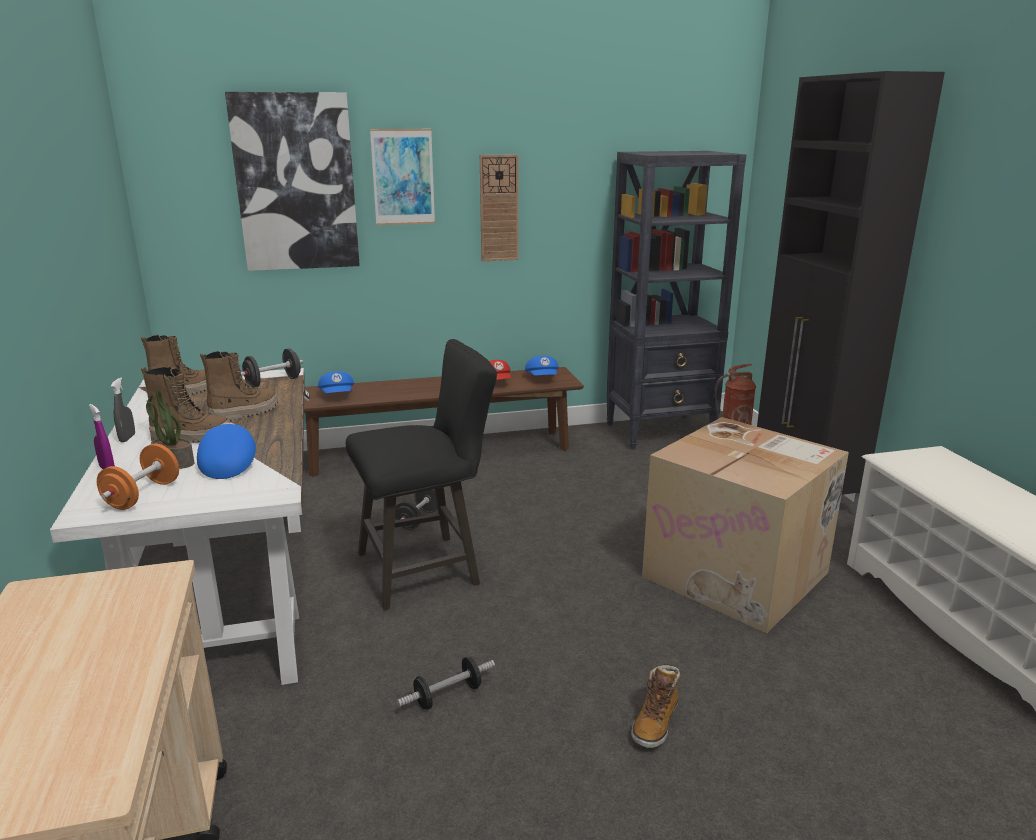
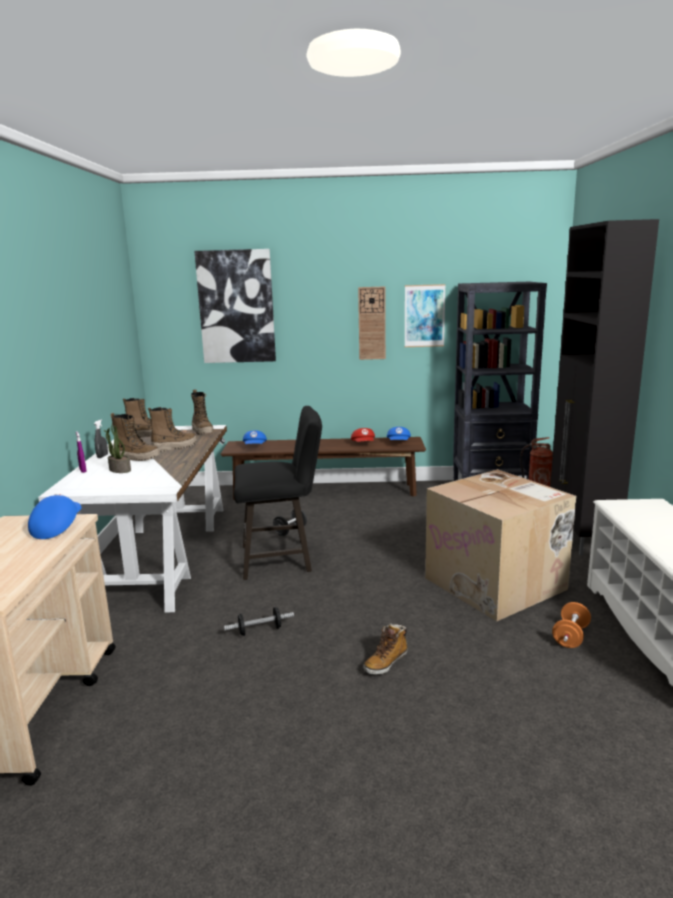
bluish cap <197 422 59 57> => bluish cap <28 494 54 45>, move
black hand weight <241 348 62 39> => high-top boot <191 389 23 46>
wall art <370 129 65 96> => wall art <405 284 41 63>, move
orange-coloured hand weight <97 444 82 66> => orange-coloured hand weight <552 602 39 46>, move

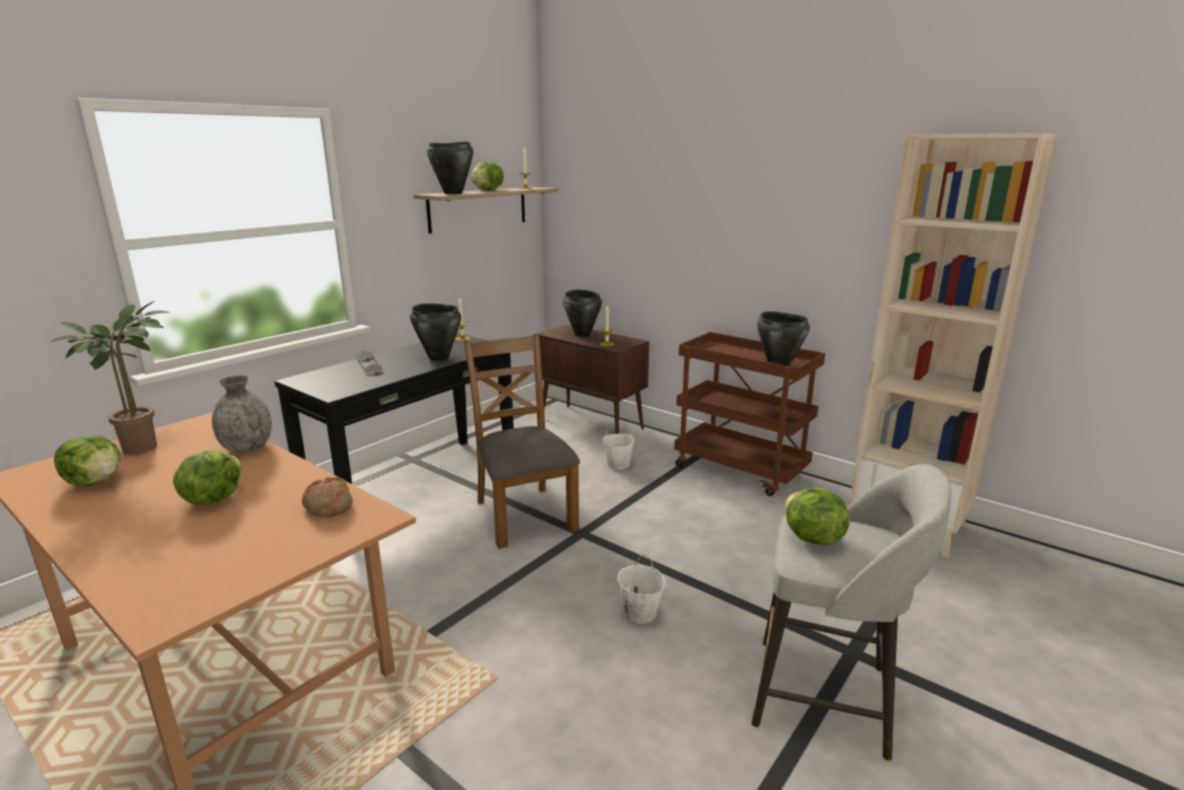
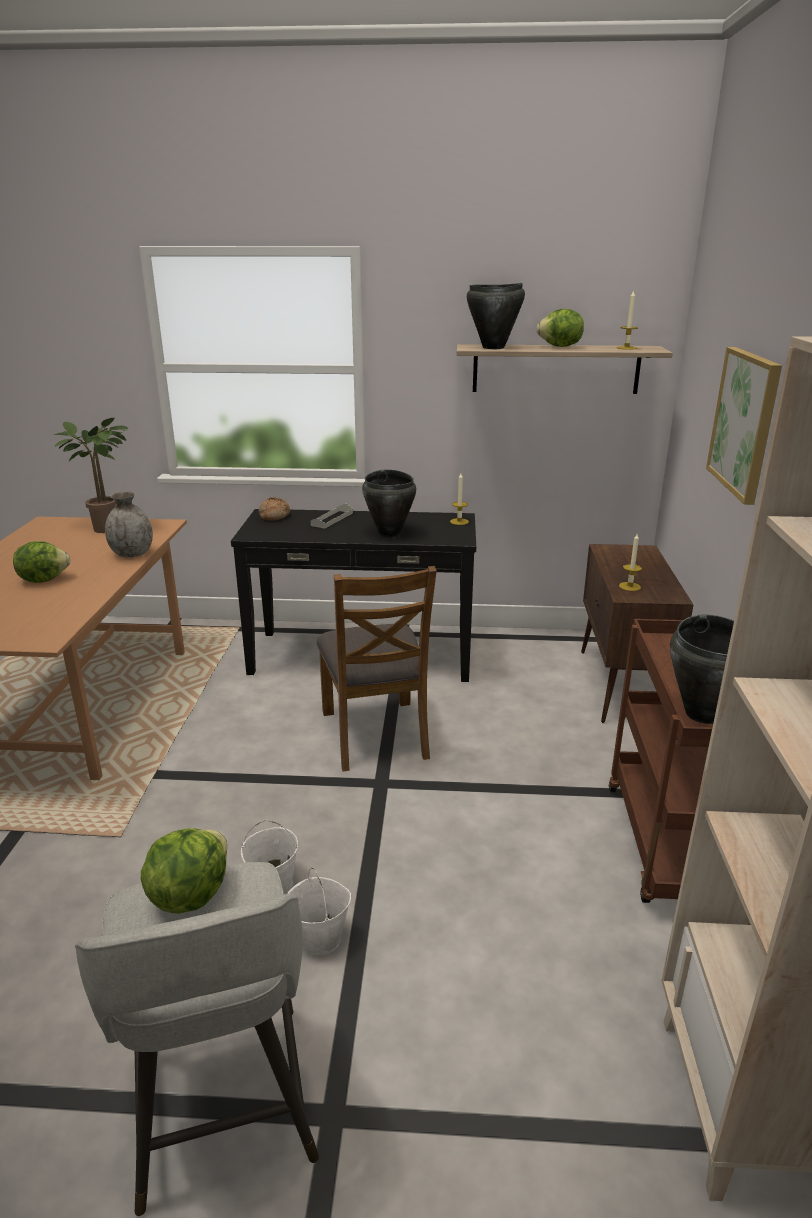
baked bread <302 477 51 40> => baked bread <259 497 31 24>, move
whitish bucket <603 422 32 48> => whitish bucket <287 868 64 87>, move
brownish plain chair <464 334 116 215> => brownish plain chair <316 566 121 206>, 135 degrees clockwise
nothing => wall art <706 347 76 158>
head of lettuce <54 435 67 51> => nothing
black stockpot <563 290 39 46> => nothing

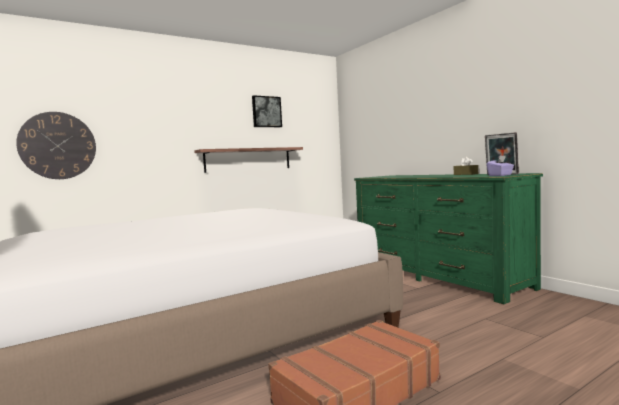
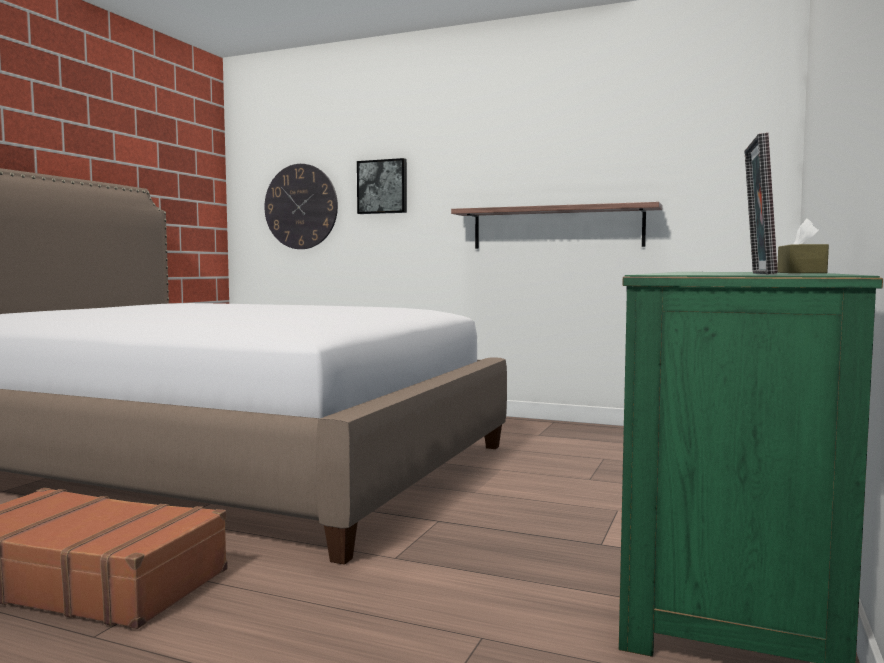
wall art <252 95 30 32> => wall art <357 158 50 56>, move
purple-coloured box of tissues <486 156 28 20> => nothing

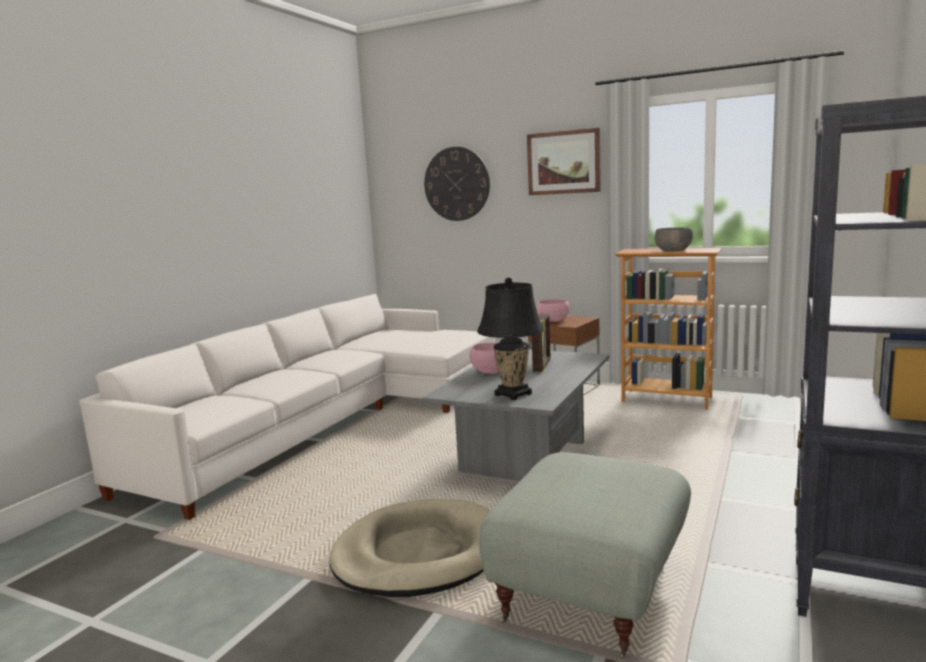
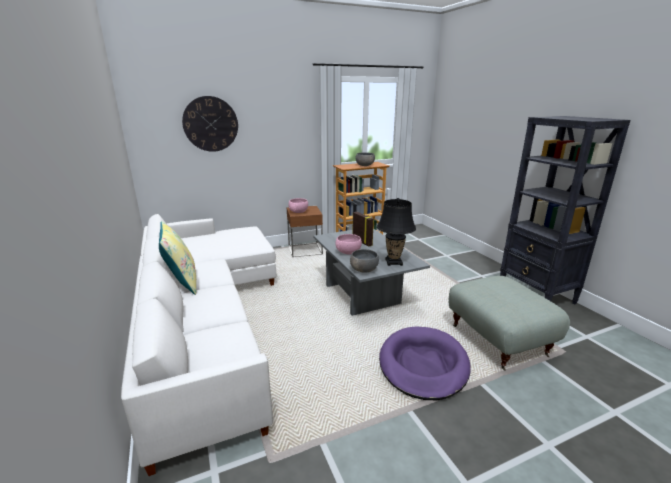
nothing => yellowish pillow <159 221 37 74>
nothing => gray bowl <350 249 29 23>
sand-coloured dog cushion <329 499 161 98> => purple-coloured dog cushion <379 326 92 74>
wall art <527 128 74 67> => nothing

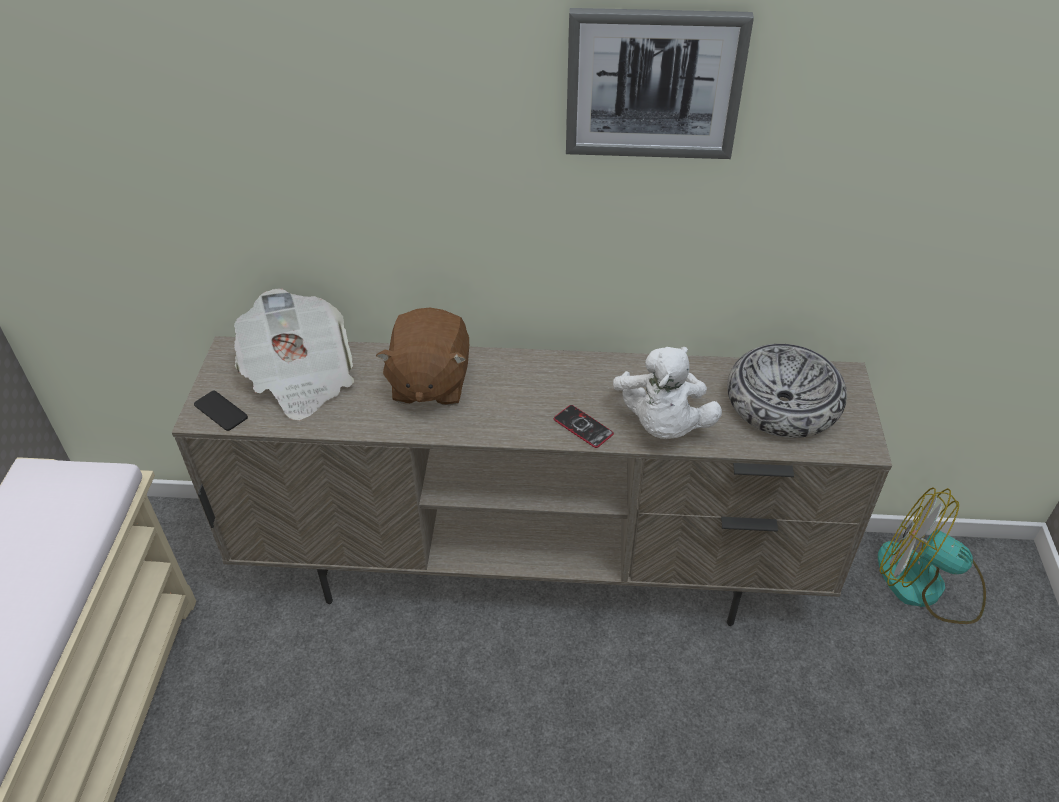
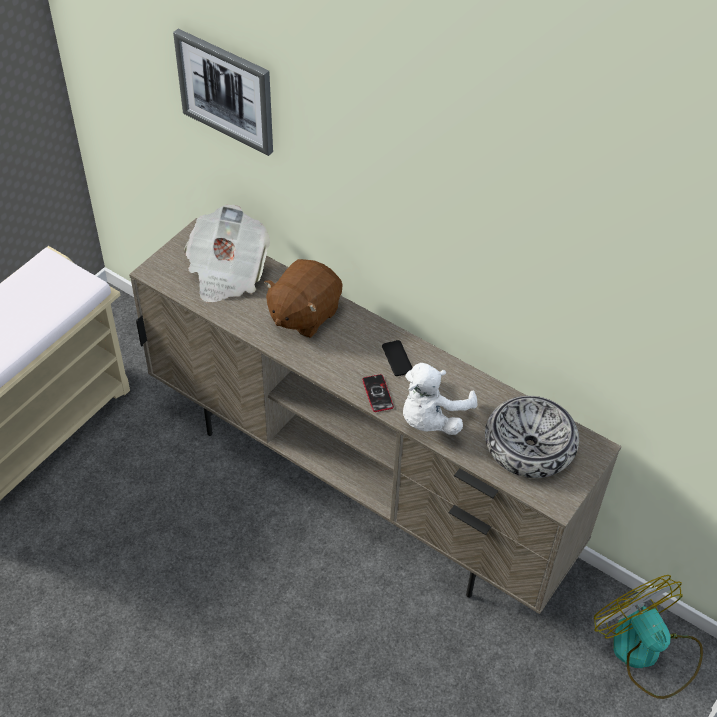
wall art <566 8 188 151> => wall art <173 29 100 127>, move
telephone <194 391 54 40> => telephone <382 340 30 36>, move

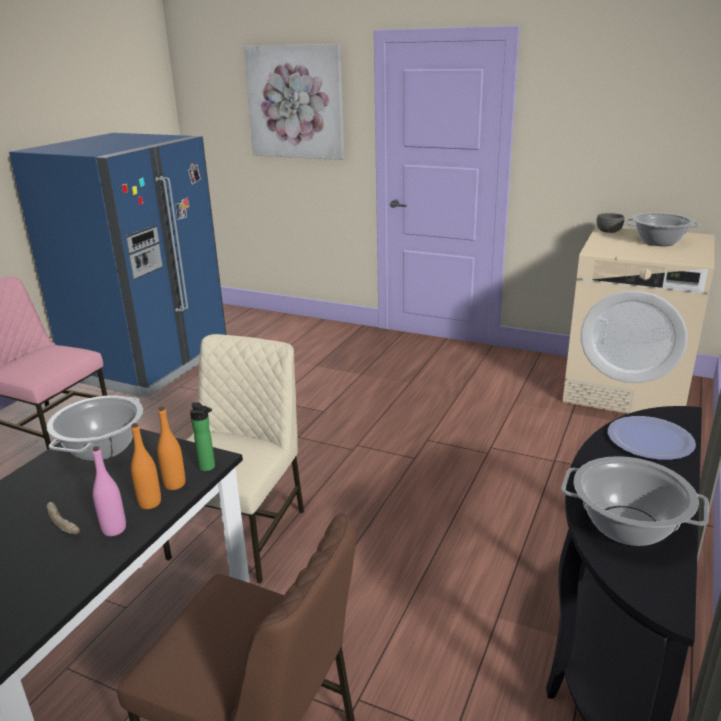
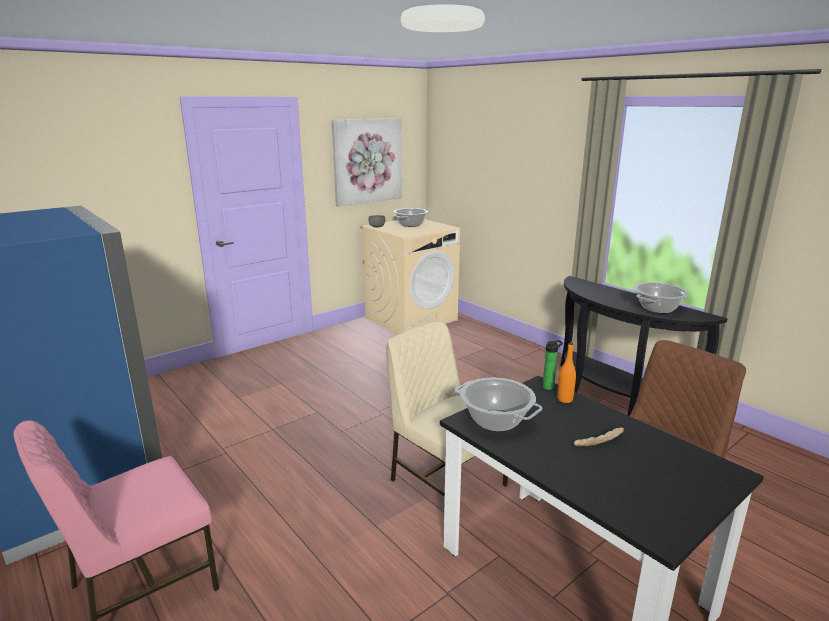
wall art <243 44 101 116> => wall art <332 118 70 89>, move
pink beverage bottle <92 446 34 90> => nothing
orange-coloured beverage bottle <131 423 30 86> => nothing
dinner plate <608 416 88 44> => nothing

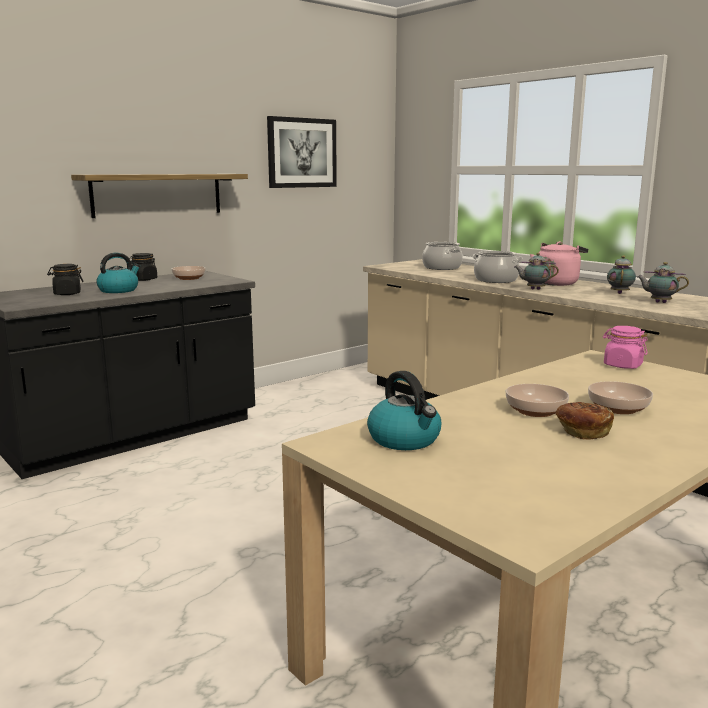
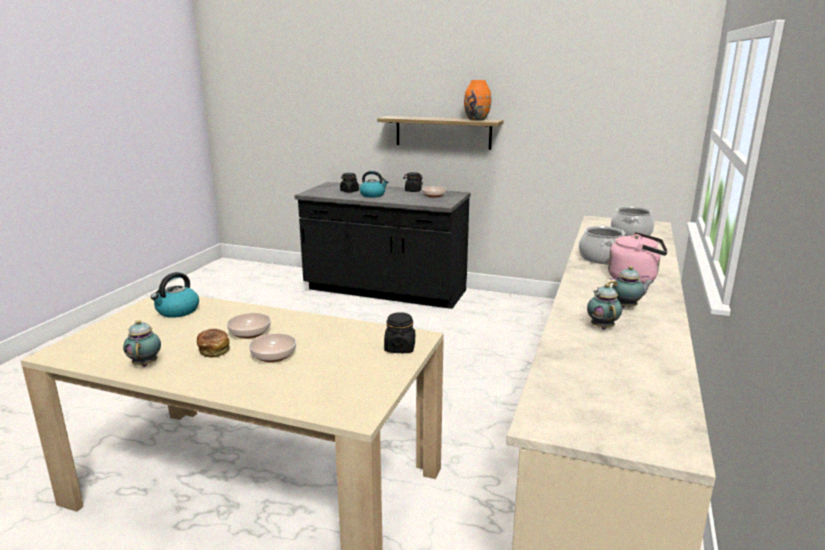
tea pot <514 253 45 37> => tea pot <123 320 38 47>, move
pink storage jar <603 326 45 43> => black storage jar <384 312 31 41>
nothing => orange-coloured vase <464 80 27 41>
wall art <267 116 70 72> => nothing

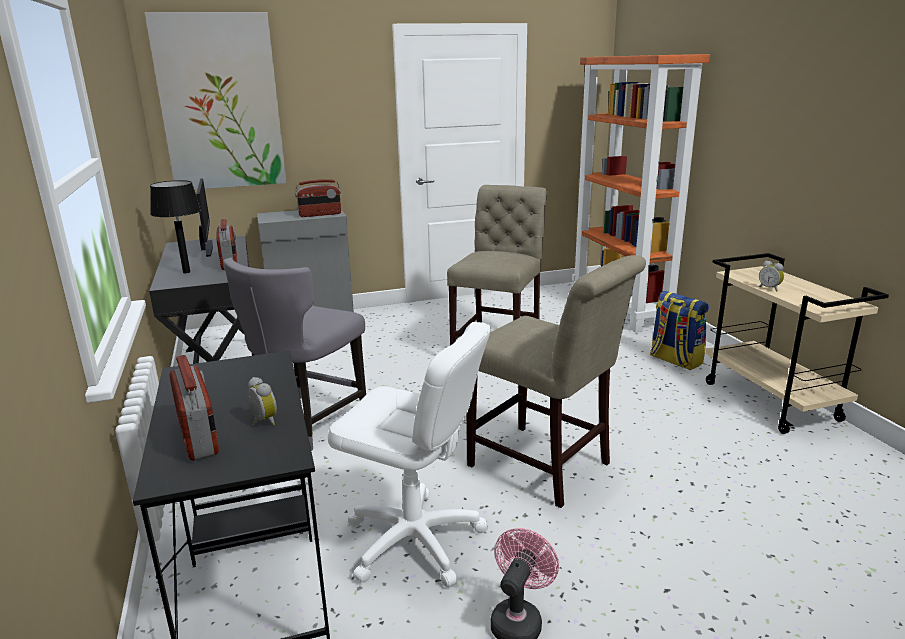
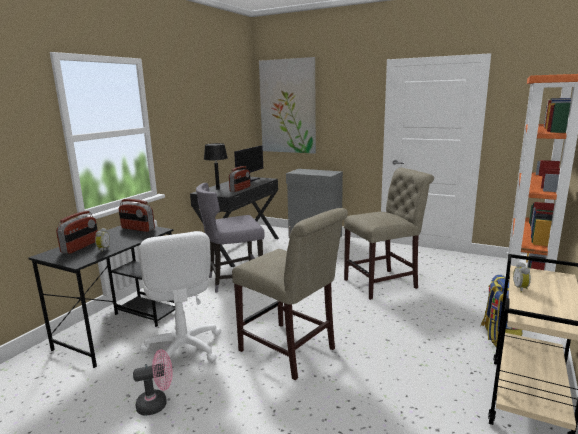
radio receiver <295 179 46 38> => radio receiver <119 199 36 33>, move
sand-coloured plain chair <467 255 179 253> => sand-coloured plain chair <232 208 116 172>, 45 degrees counterclockwise

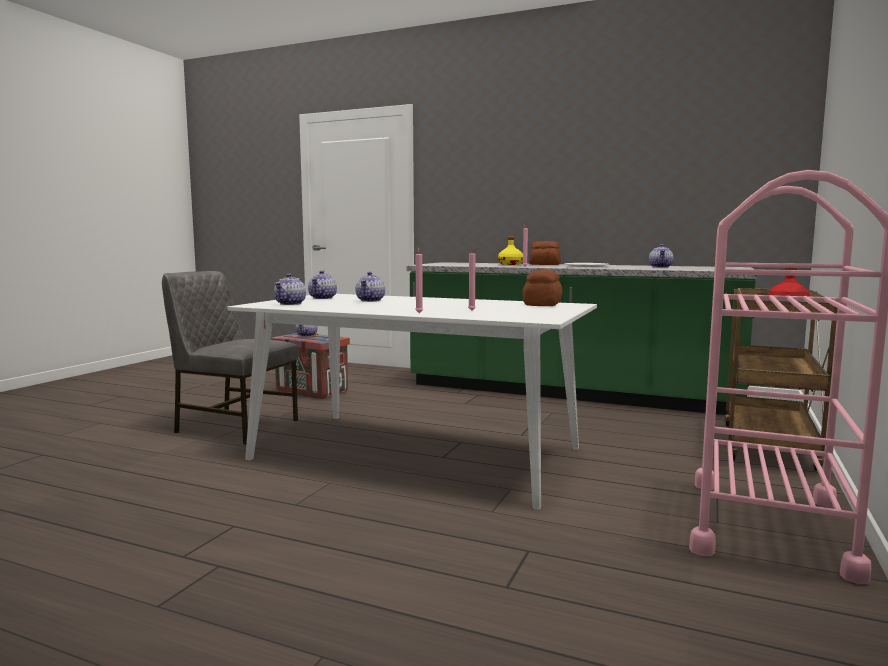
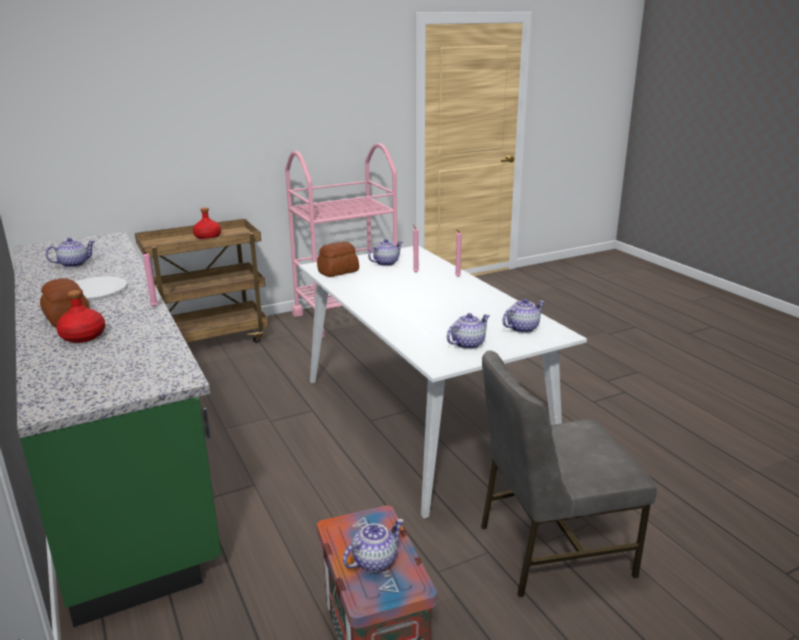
yellowish beverage bottle <498 236 25 29> => red-coloured beverage bottle <56 290 49 53>
tea pot <356 272 29 30> => tea pot <368 239 35 27>, move
gray plain chair <162 271 137 174> => gray plain chair <481 350 176 247>, 105 degrees clockwise

